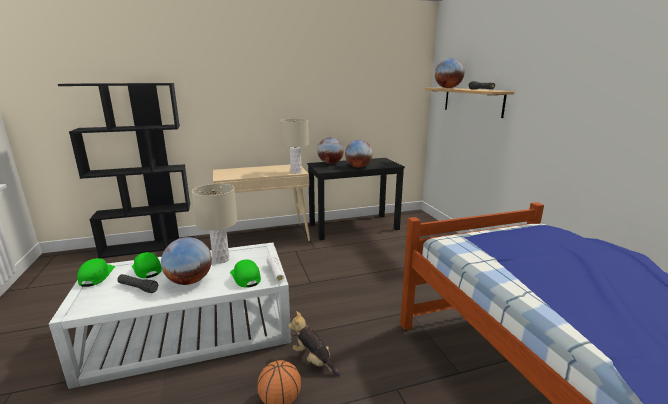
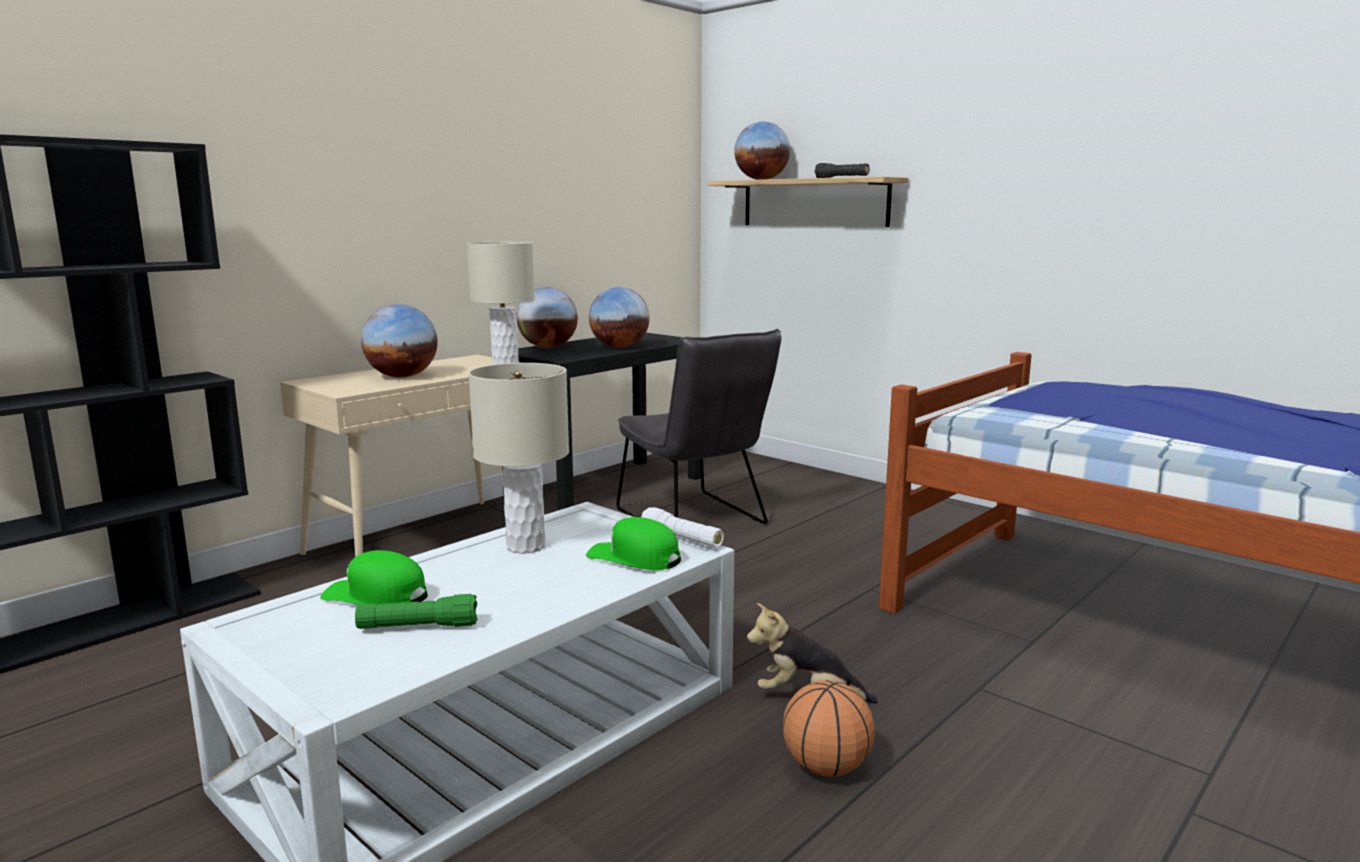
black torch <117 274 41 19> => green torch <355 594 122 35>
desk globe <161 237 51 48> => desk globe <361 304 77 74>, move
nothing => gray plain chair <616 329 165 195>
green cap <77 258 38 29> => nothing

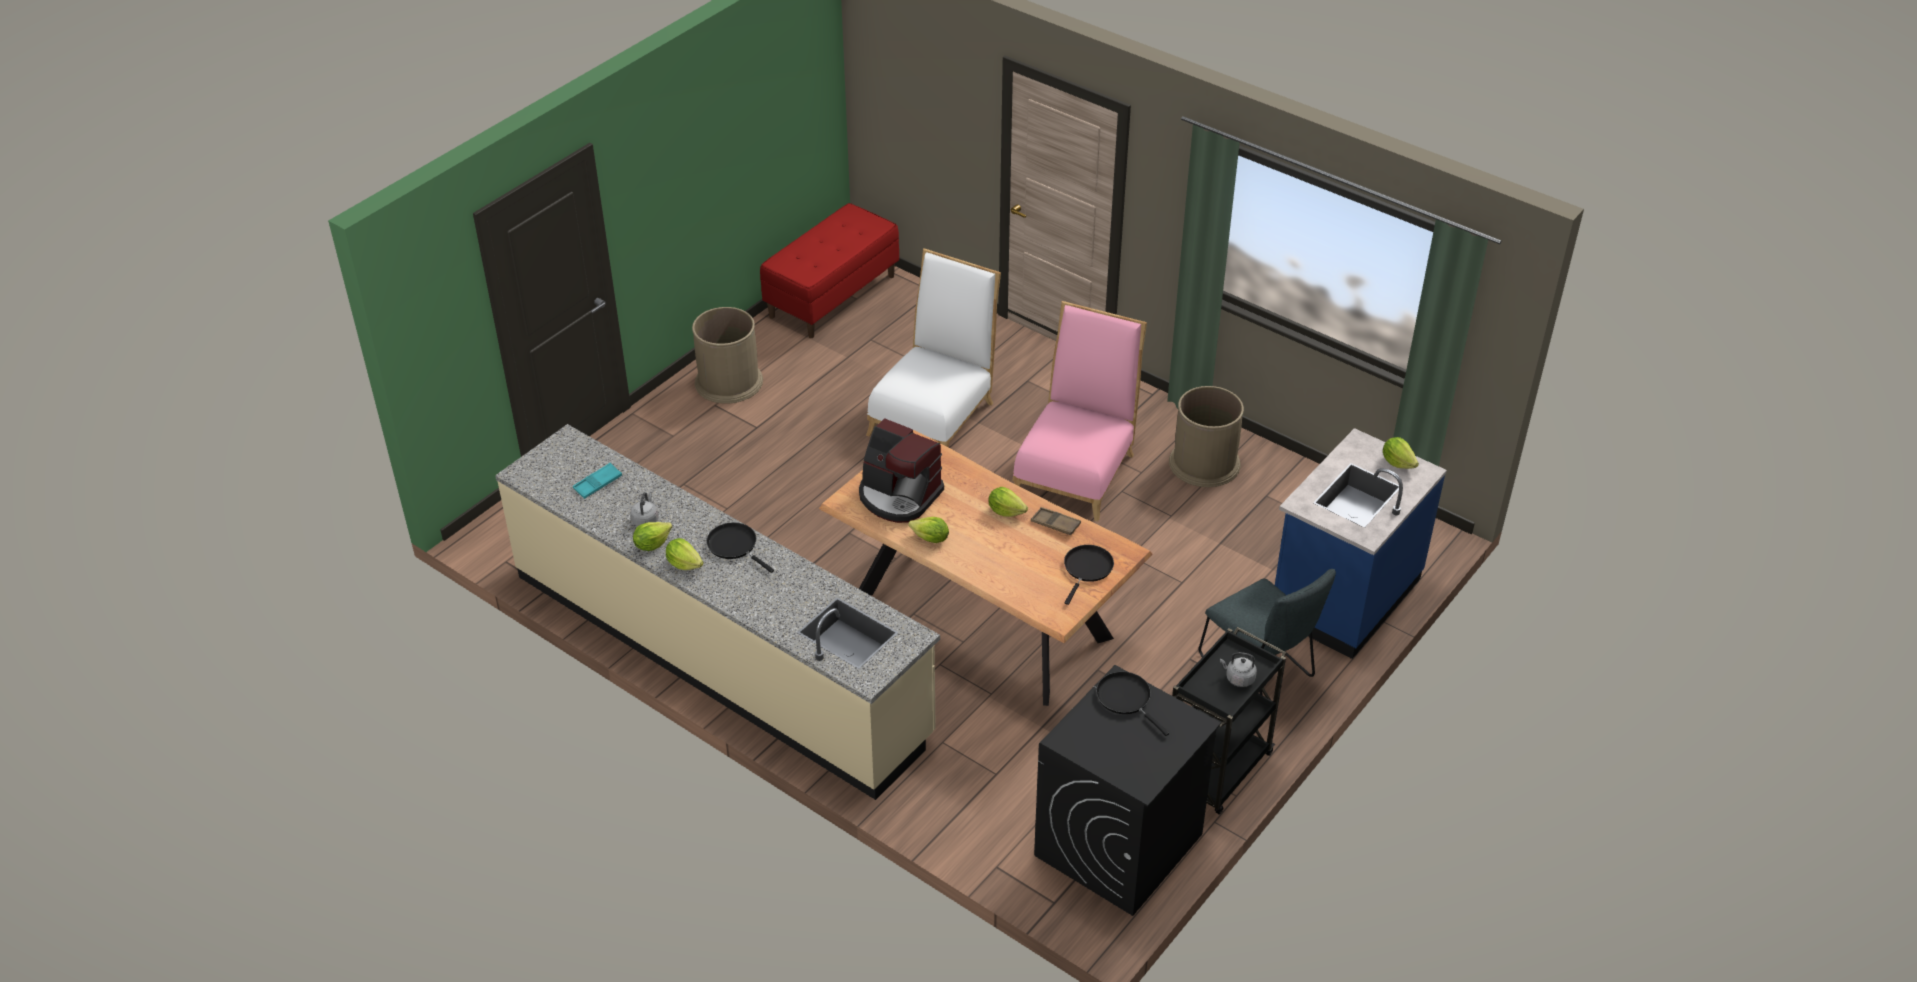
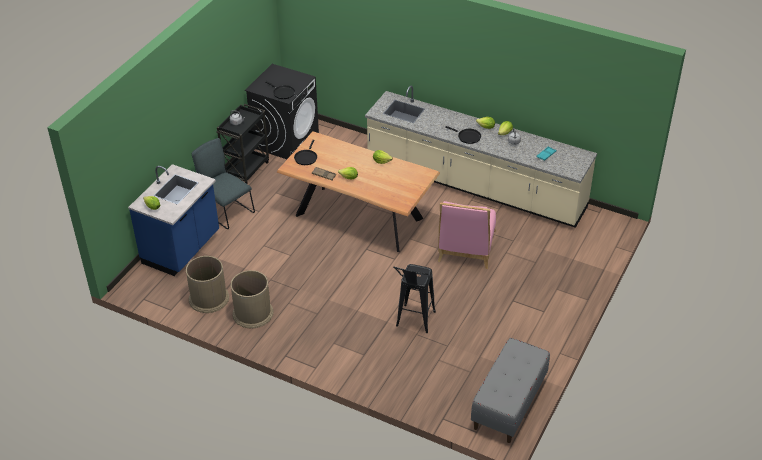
brownish rubbish bin <692 307 71 97> => brownish rubbish bin <186 256 43 57>, move
whitish plain chair <866 248 135 200> => black sitting stool <393 264 43 69>
pink plain chair <1012 301 135 220> => pink plain chair <438 201 58 68>, move
red-coloured bench <760 203 139 135> => gray bench <471 338 79 105>
coffee brewer <859 418 85 105> => nothing

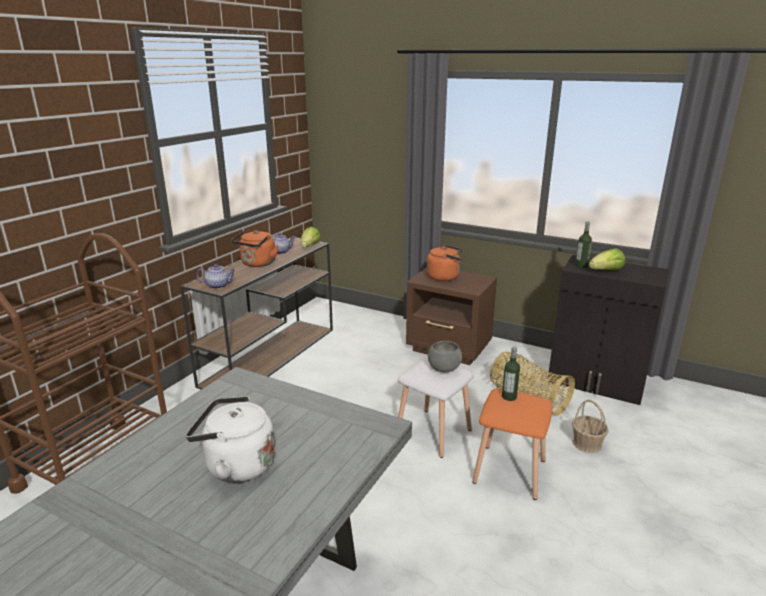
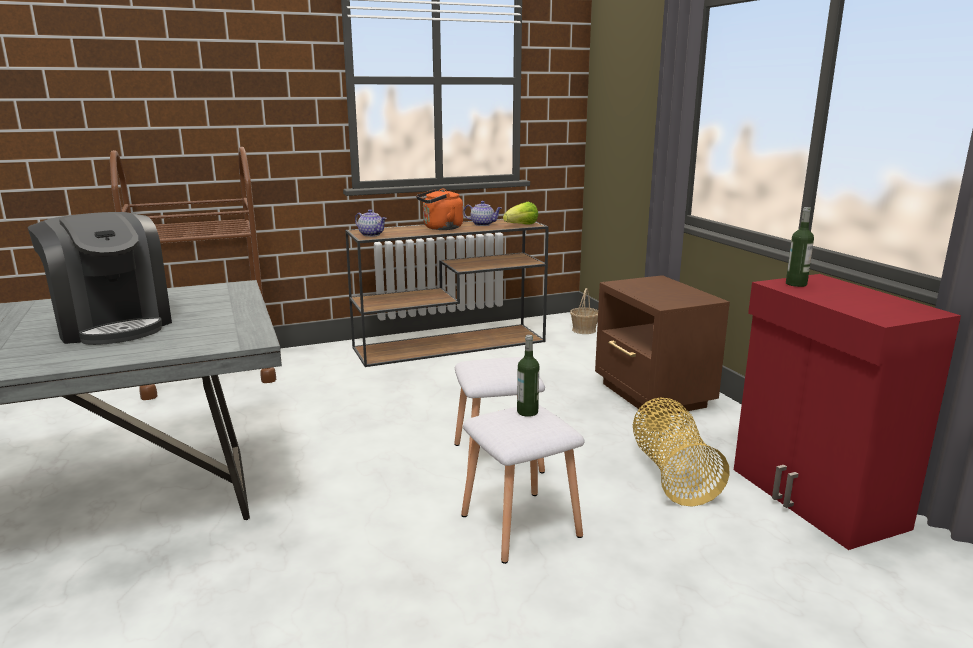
whitish kettle <186 396 89 87> => coffee brewer <28 212 144 133>
orange-coloured sitting stool <472 389 81 111> => whitish sitting stool <461 405 124 159>
household basket <572 399 37 54> => household basket <570 288 28 46>, move
black cupboard <548 255 121 150> => red-coloured cupboard <734 274 227 276>
orange-coloured kettle <427 244 36 37> => nothing
gray bowl <428 341 34 31> => nothing
head of lettuce <589 248 36 22> => nothing

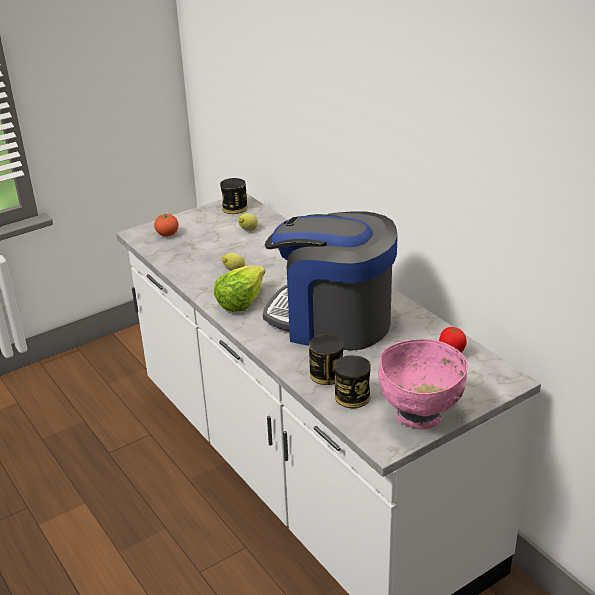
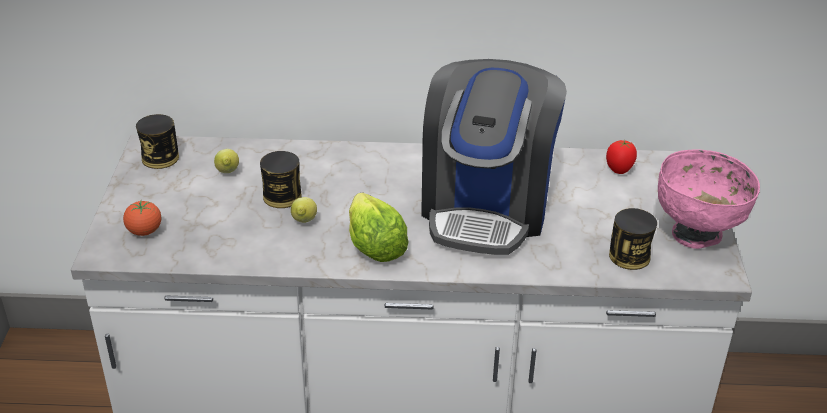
sealed can <309 334 35 51> => sealed can <260 151 42 57>, move
coffee brewer <263 211 135 140> => coffee brewer <421 59 146 196>, 45 degrees counterclockwise

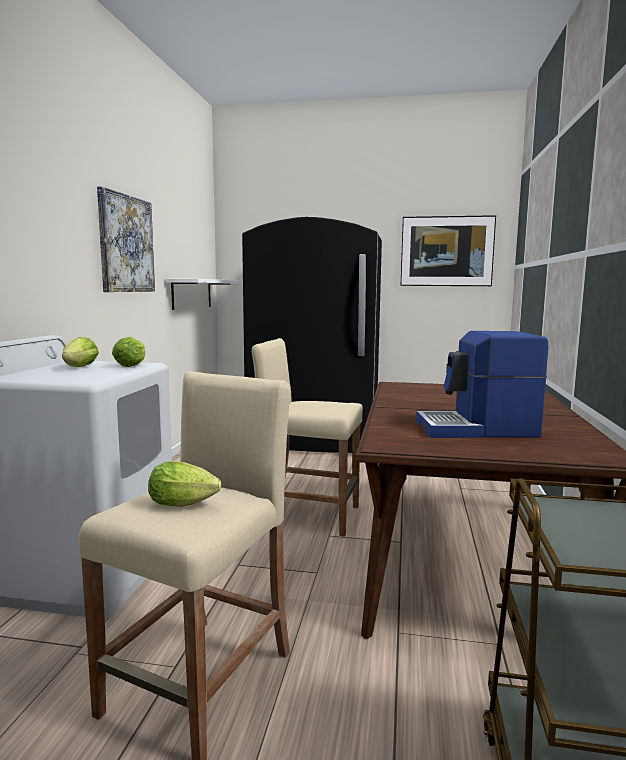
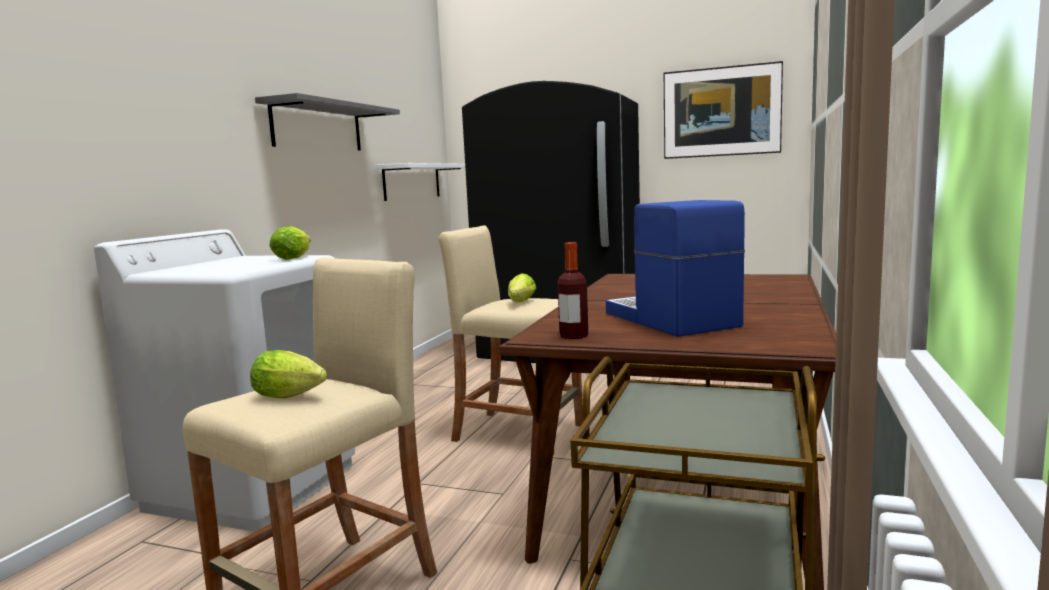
wall art <97 186 58 106> => gray bracket shelf <255 93 145 57>
head of lettuce <62 337 37 30> => head of lettuce <508 273 28 29>, move
nothing => beverage bottle <558 242 30 97>
coffee brewer <416 331 132 107> => coffee brewer <606 200 139 137>, 60 degrees clockwise

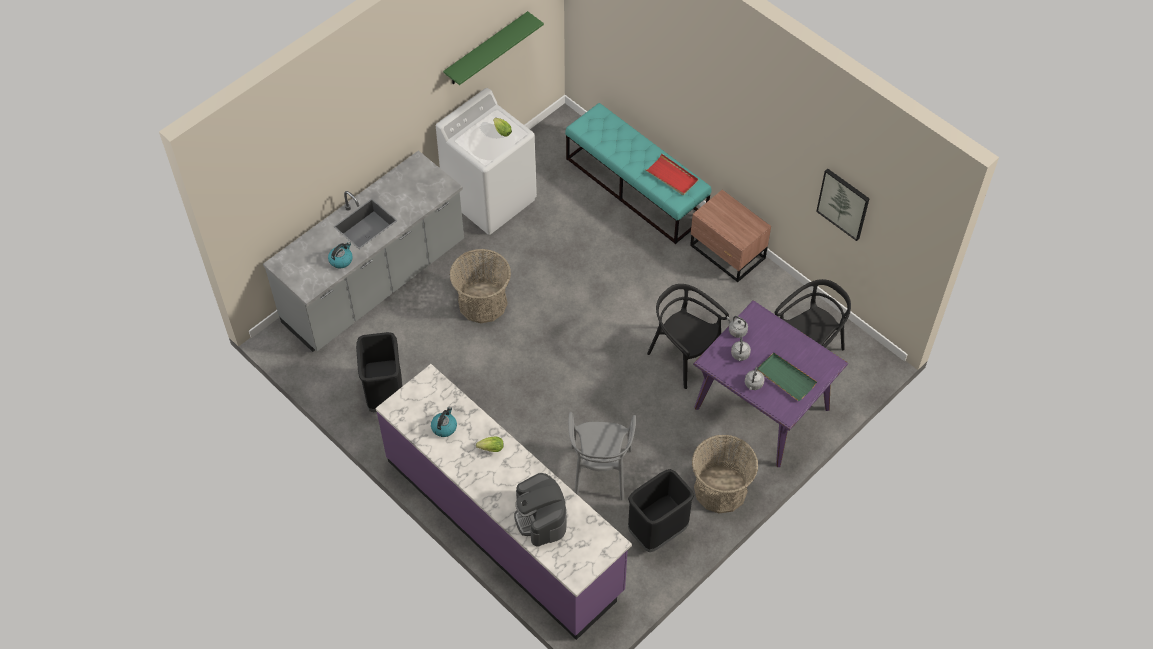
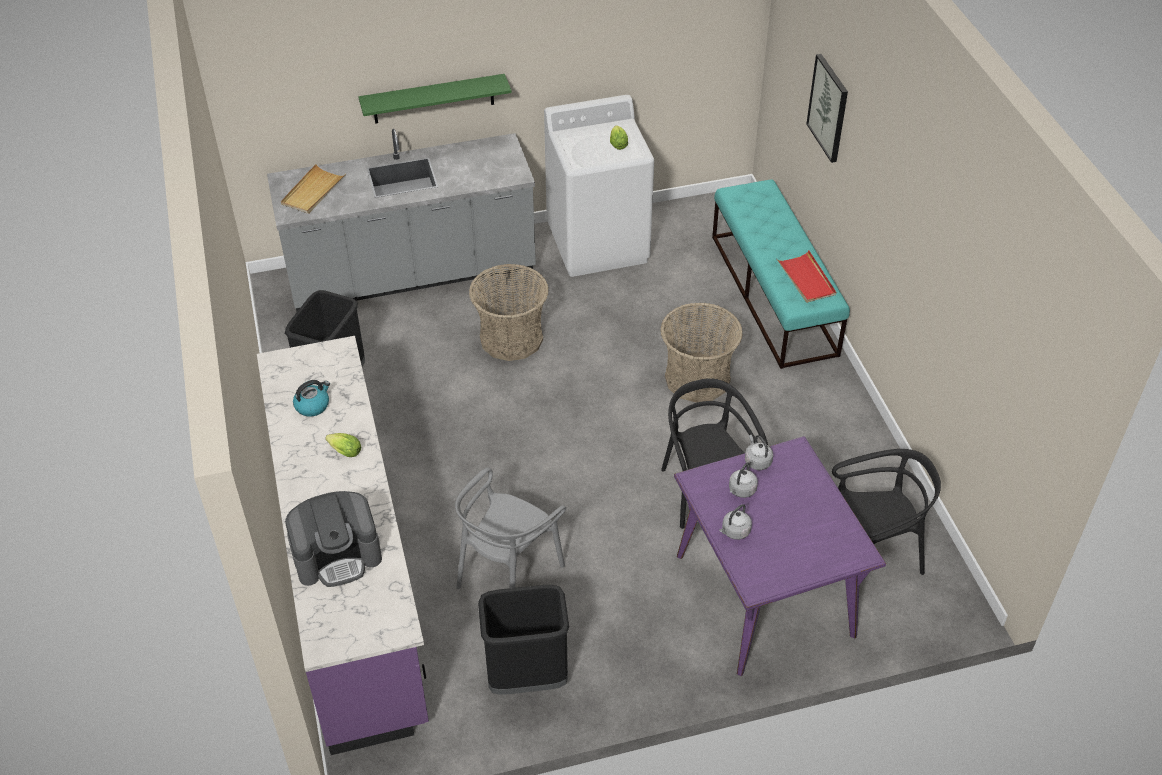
nothing => sand-coloured tray <281 164 65 50>
coffee brewer <514 473 52 74> => coffee brewer <285 491 97 96>, 120 degrees counterclockwise
green bracket shelf <443 11 101 74> => green bracket shelf <359 74 153 50>, move
household basket <692 435 66 79> => household basket <660 303 83 100>, move
wall art <816 168 54 73> => wall art <806 54 42 109>, move
kettle <328 242 25 26> => nothing
brownish nightstand <690 190 81 92> => nothing
green tray <757 352 60 49> => nothing

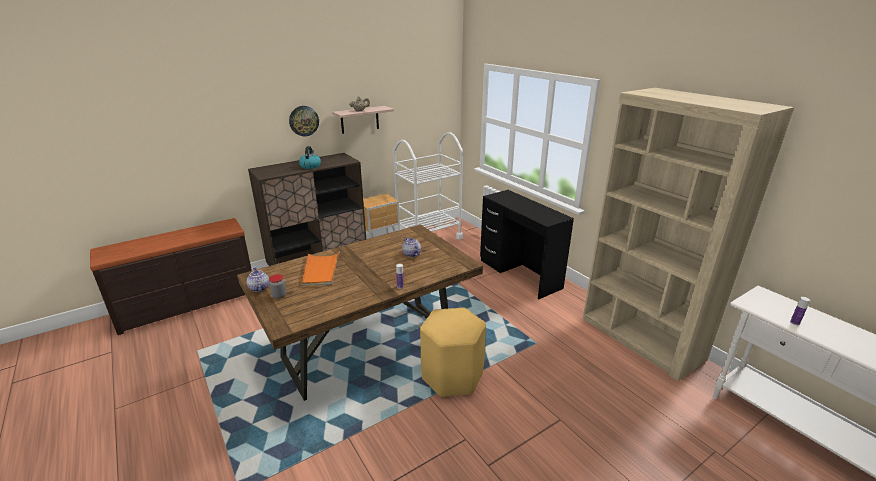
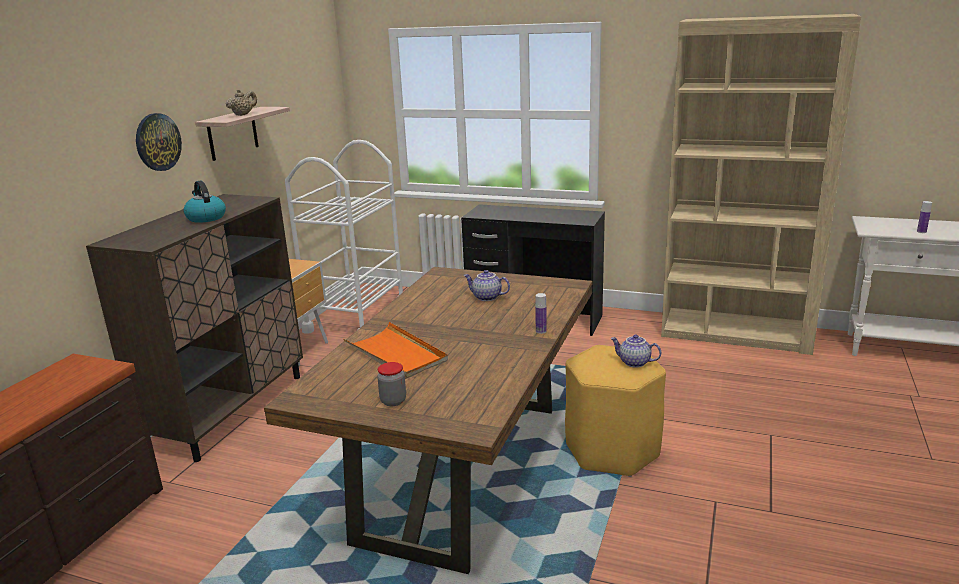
tea pot <246 267 23 25> => tea pot <610 335 51 33>, move

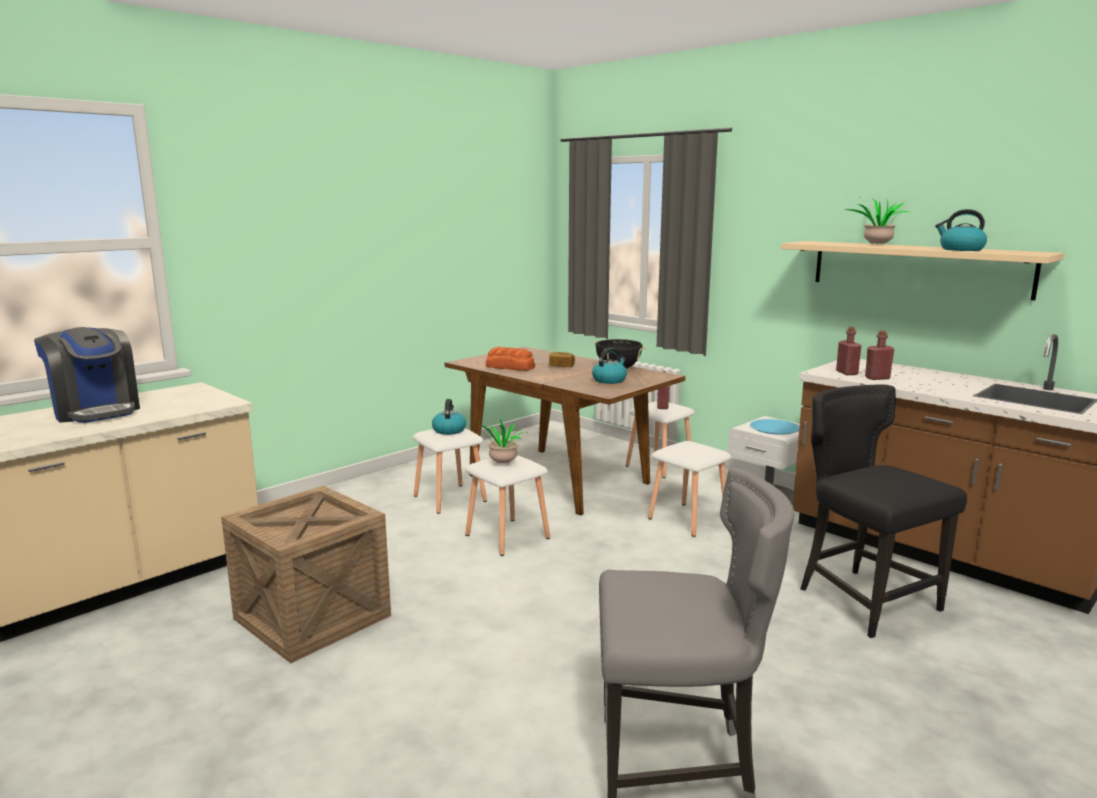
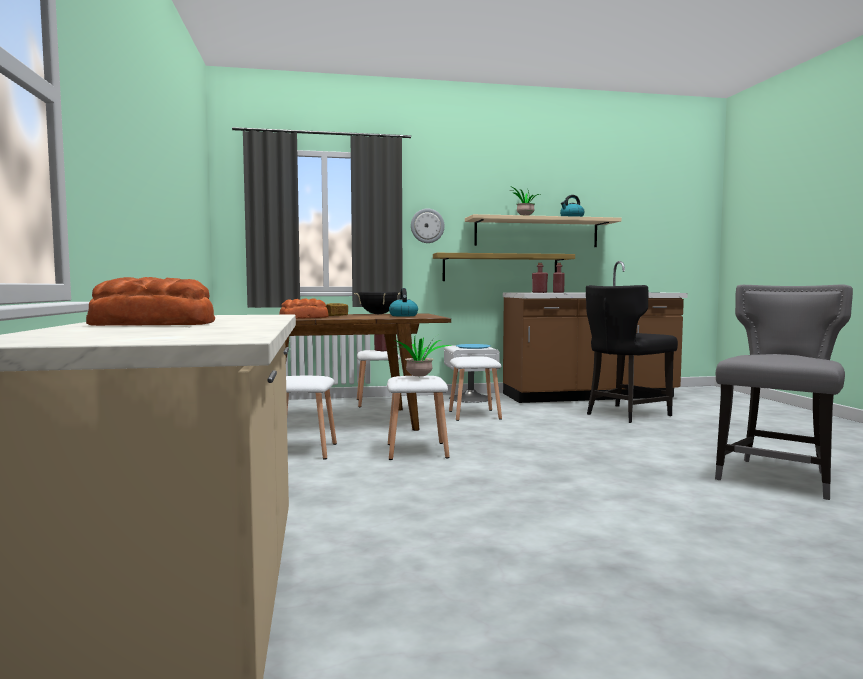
coffee brewer <34 327 106 96> => baked bread <86 277 130 49>
nothing => wall clock <411 208 33 35>
nothing => bracket shelf <433 253 142 28>
black plain chair <800 384 167 254> => black plain chair <586 285 92 138>, 45 degrees counterclockwise
crate <221 486 170 177> => nothing
kettle <432 399 34 36> => nothing

